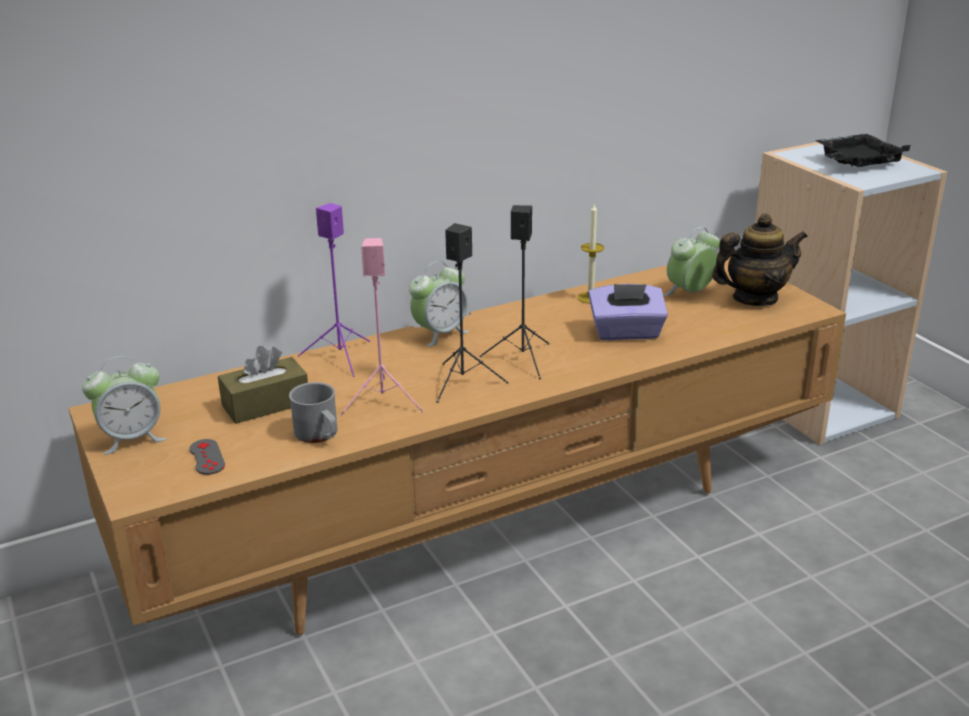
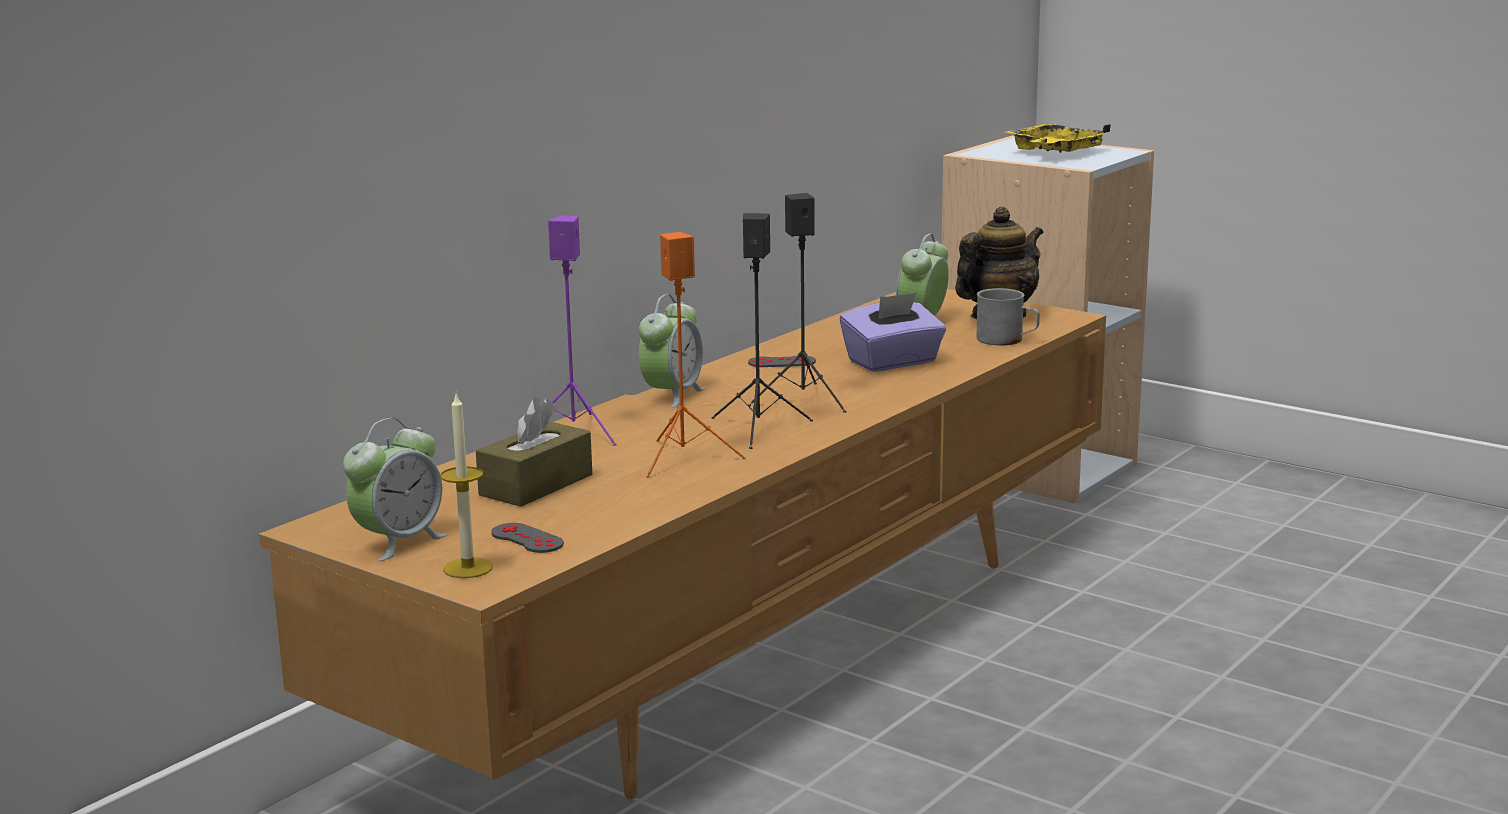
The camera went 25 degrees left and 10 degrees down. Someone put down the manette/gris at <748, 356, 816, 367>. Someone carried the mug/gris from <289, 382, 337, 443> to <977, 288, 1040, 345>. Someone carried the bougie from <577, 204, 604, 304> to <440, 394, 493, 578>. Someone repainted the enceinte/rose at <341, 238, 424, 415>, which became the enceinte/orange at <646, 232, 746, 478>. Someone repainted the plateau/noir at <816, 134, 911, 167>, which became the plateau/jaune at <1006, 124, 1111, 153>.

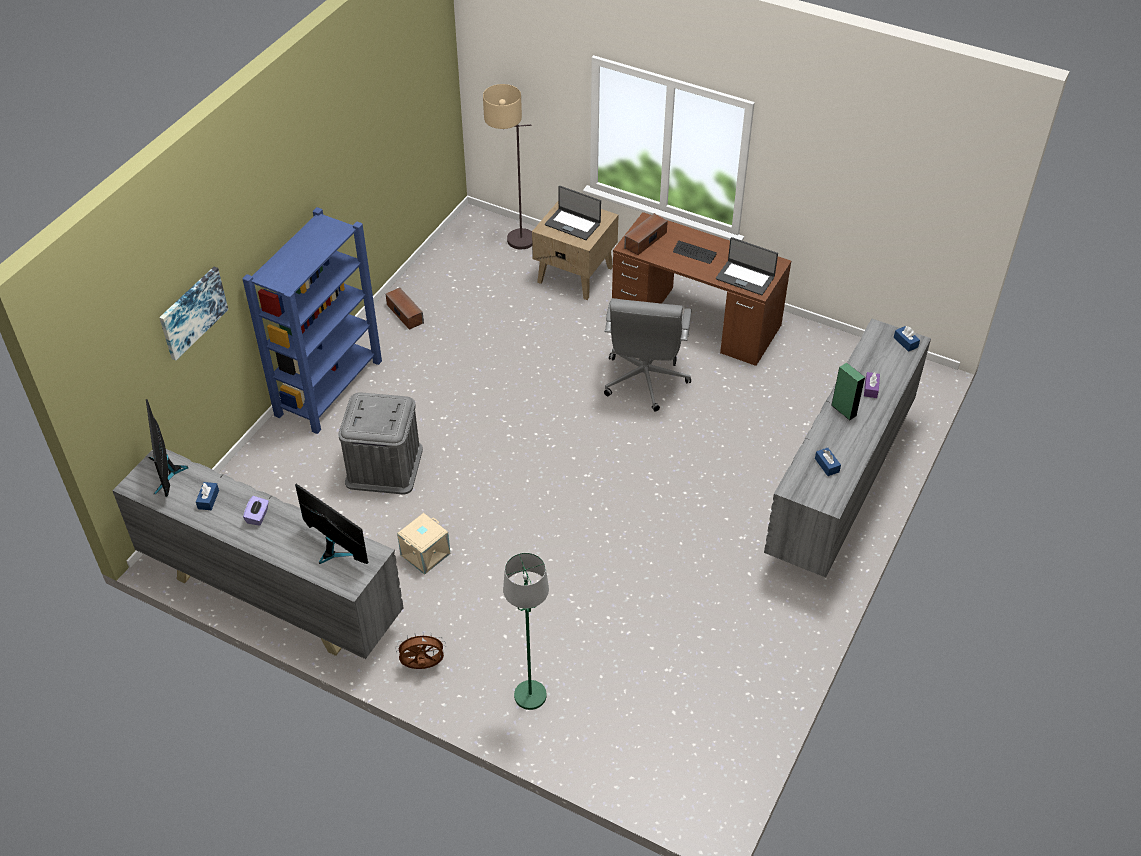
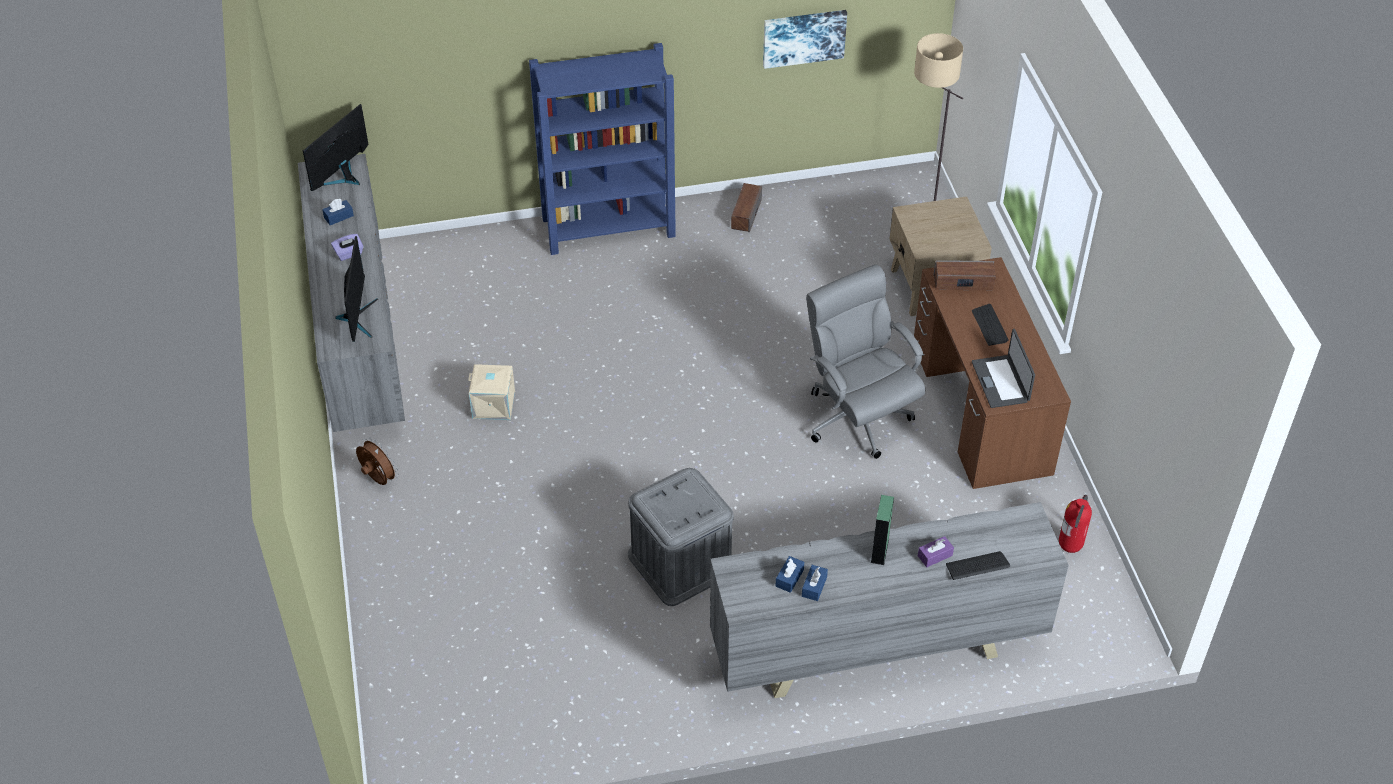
The camera went 50 degrees right and 0 degrees up. Someone took away the lampadaire/vert at <503, 553, 549, 710>. Someone took away the ordinateur portable at <545, 186, 601, 240>. Someone put down the clavier at <946, 551, 1010, 580>. Someone put down the extincteur at <1059, 495, 1092, 553>. Someone carried the tableau from <159, 267, 228, 361> to <763, 10, 847, 69>. Someone carried the boîte de rangement/gris from <338, 392, 423, 494> to <628, 468, 734, 606>. Someone carried the boîte à mouchoirs/bleu from <894, 326, 920, 352> to <802, 565, 828, 601>. Someone rotated the chaise de bureau/gris at <604, 298, 692, 412> by 90 degrees clockwise.

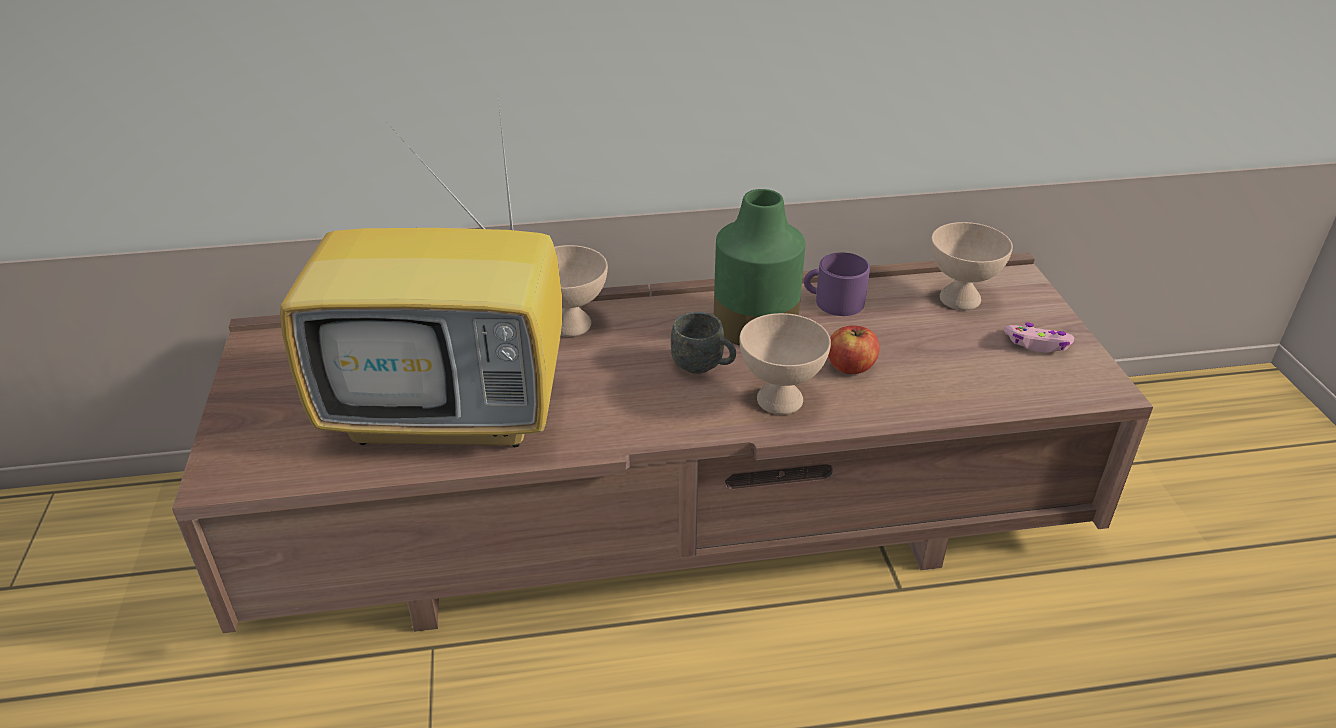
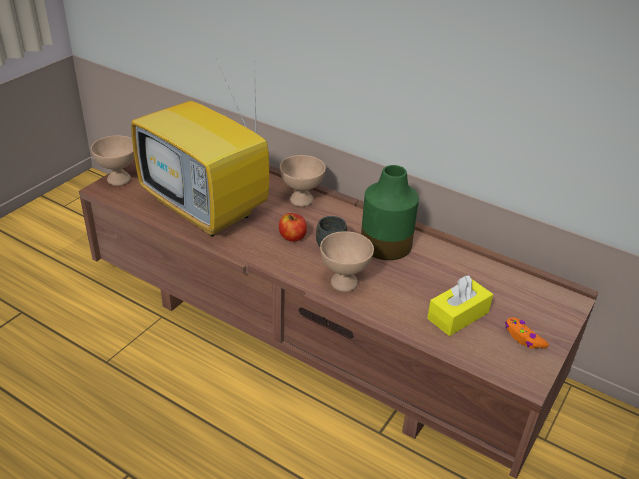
The camera went 40 degrees right and 0 degrees up. Someone took away the mug/violet at <804, 252, 870, 316>. Someone put down the boîte à mouchoirs/jaune at <427, 275, 493, 336>. Someone carried the pomme from <828, 325, 879, 374> to <279, 213, 307, 242>. Someone carried the bol/beige from <931, 222, 1013, 310> to <91, 136, 135, 186>. Someone repainted the manette/rose at <1004, 322, 1074, 352>, which became the manette/orange at <505, 317, 549, 349>.

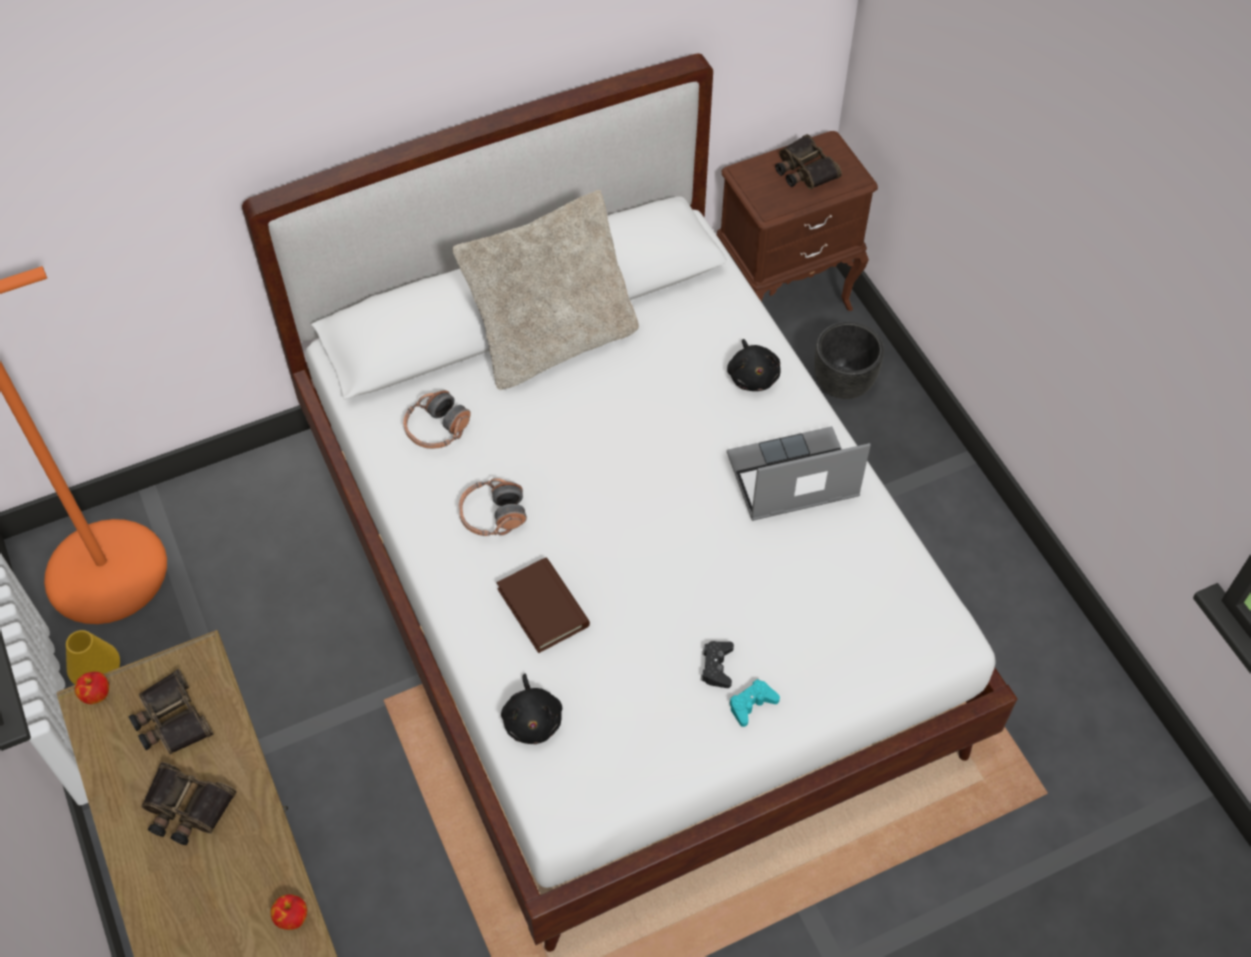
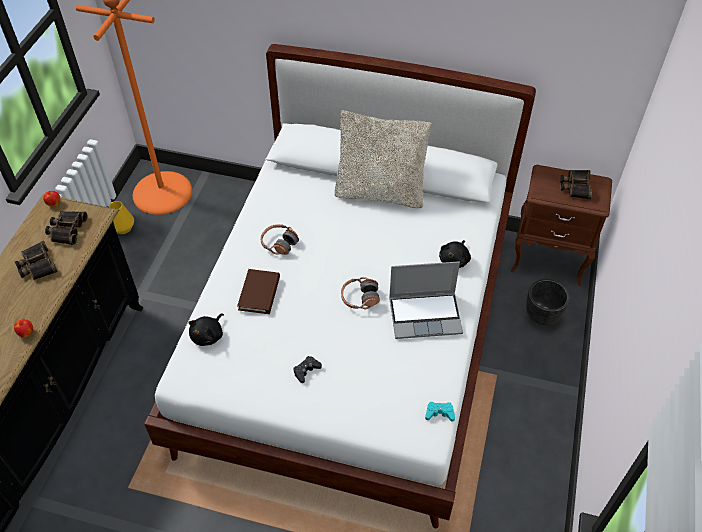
The camera went 40 degrees right and 5 degrees down. Someone carried the casque audio from <403, 390, 471, 449> to <341, 277, 380, 309>. Someone carried the manette/turquoise from <729, 679, 780, 727> to <425, 402, 455, 421>. Someone rotated the ordinateur portable at <727, 426, 871, 521> by 150 degrees clockwise.

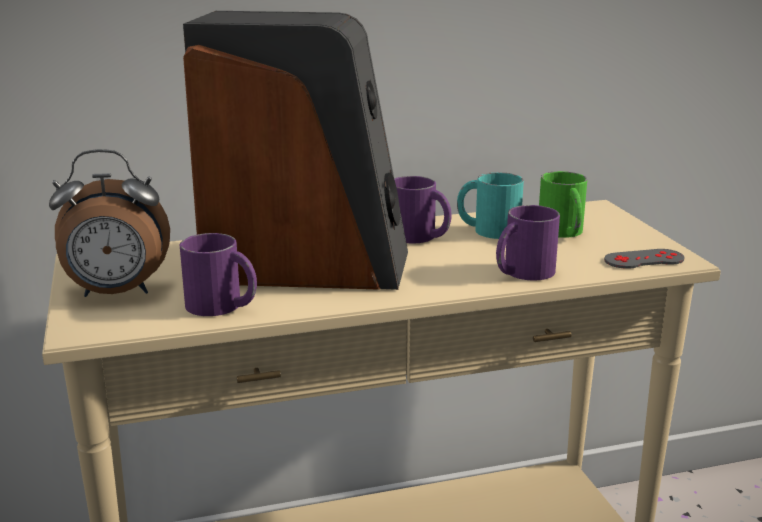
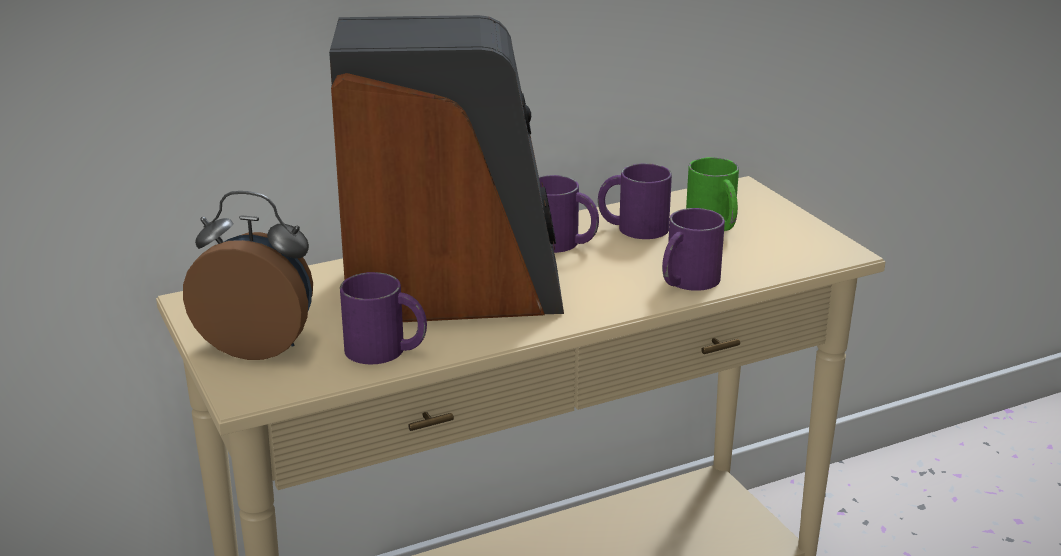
The camera went 10 degrees left and 5 degrees up. Someone took away the manette/gris at <604, 249, 685, 269>. Someone repainted the mug/turquoise at <457, 172, 524, 239>, which became the mug/violet at <598, 163, 672, 239>. Someone rotated the réveil at <49, 149, 170, 297> by 150 degrees counterclockwise.

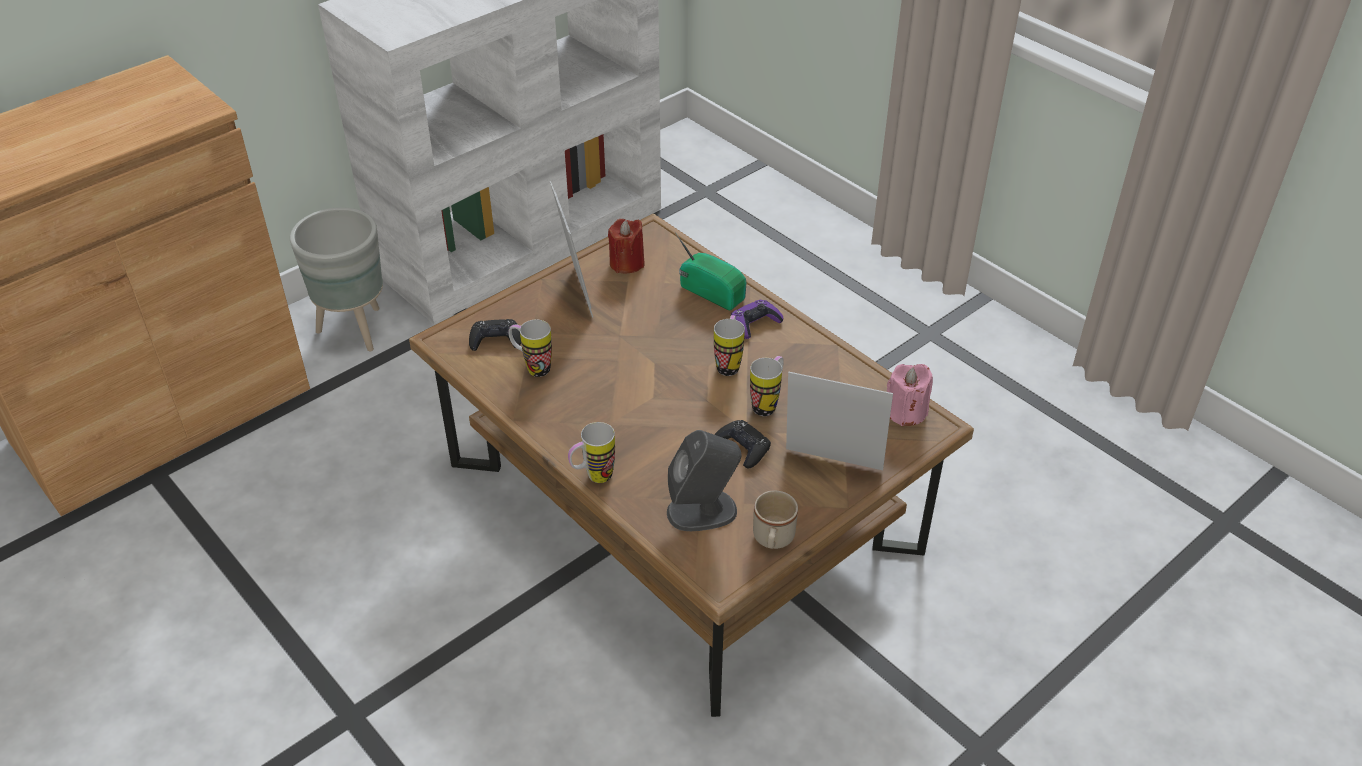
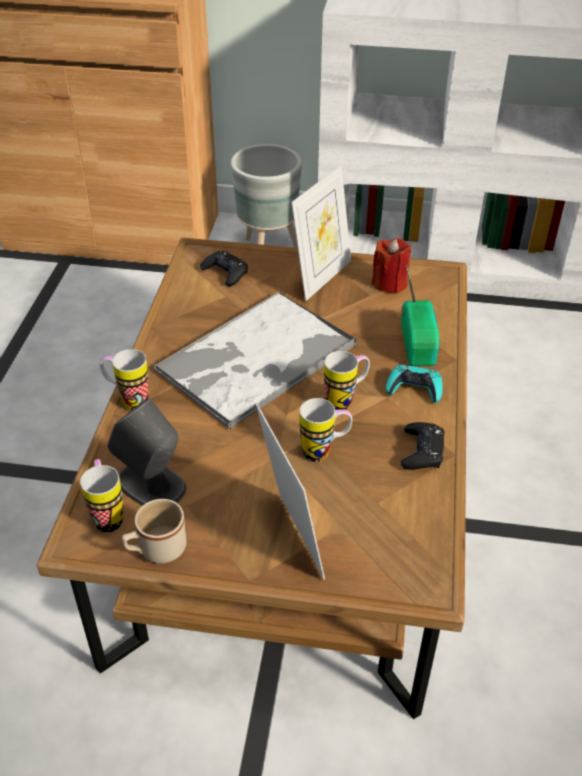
The camera went 50 degrees right and 0 degrees up. Someone took away the bougie/rose at <887, 364, 933, 426>. Someone put down the plateau at <154, 291, 357, 430>. Someone carried the mug from <508, 319, 552, 377> to <80, 459, 123, 533>. Someone carried the manette/noir from <714, 420, 771, 468> to <401, 422, 445, 470>. Someone repainted the manette/violet at <731, 300, 783, 339>, which became the manette/turquoise at <386, 365, 443, 403>.

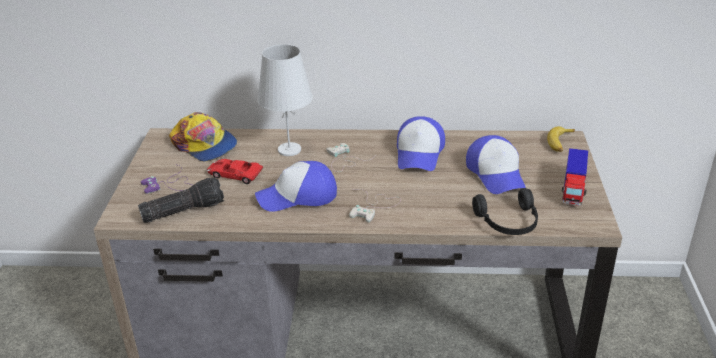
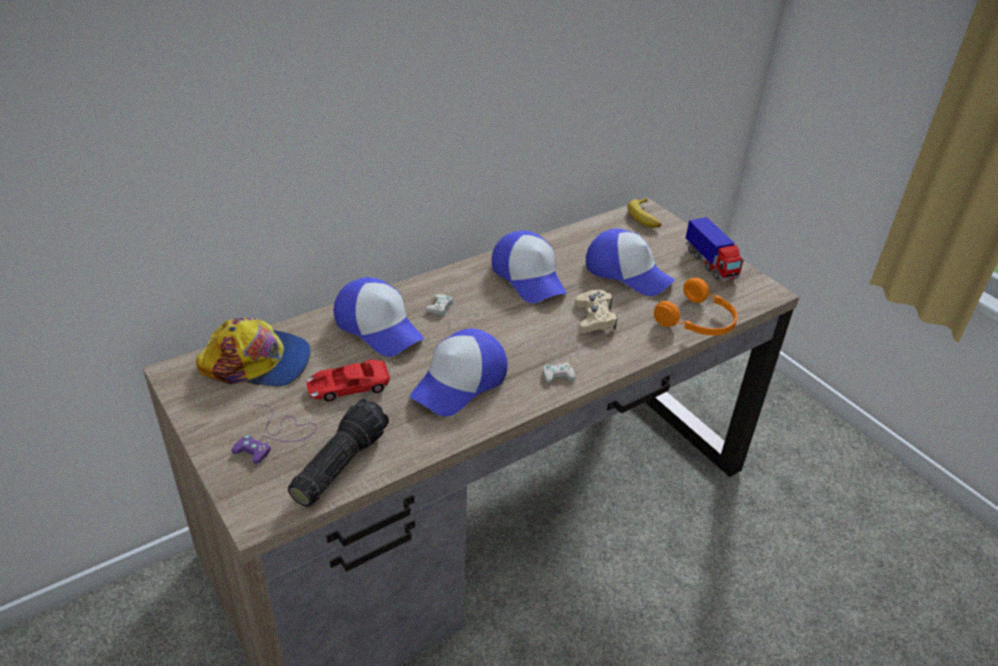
The camera went 40 degrees left and 5 degrees up. Someone put down the manette/beige at <575, 290, 617, 333>. Someone swapped the lampe de table/blanc at <257, 44, 313, 156> for the casquette at <334, 277, 424, 357>. Someone repainted the casque audio/noir at <472, 188, 538, 235>, which became the casque audio/orange at <654, 278, 738, 335>.

